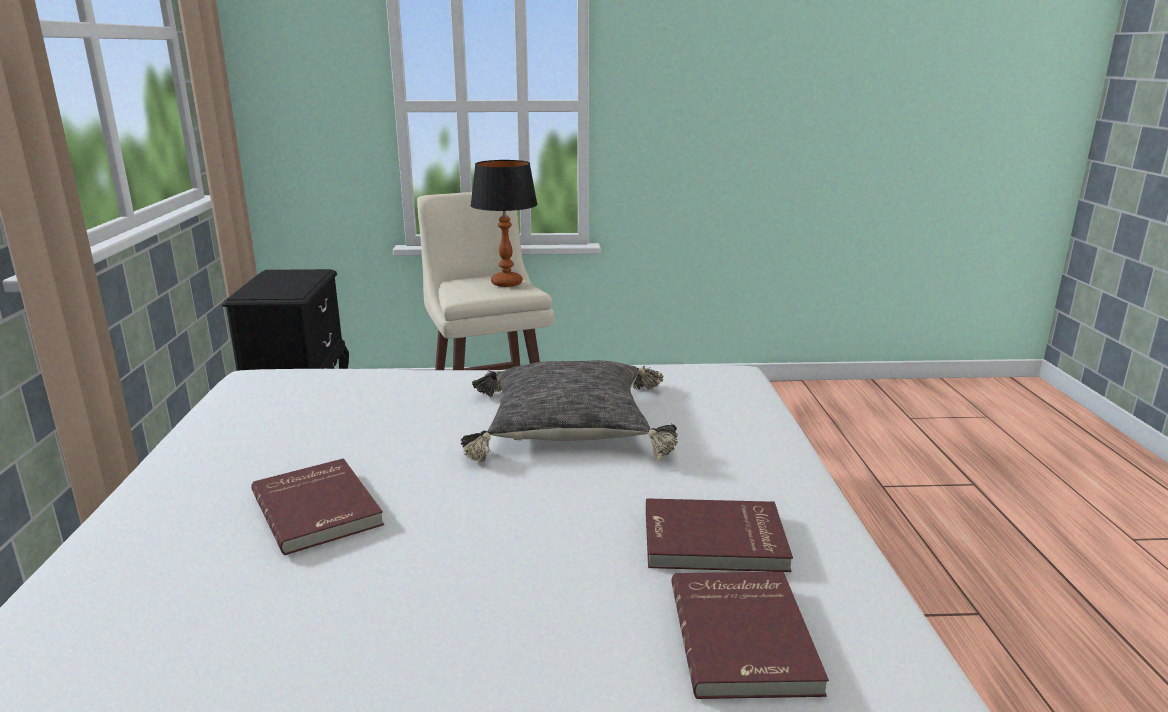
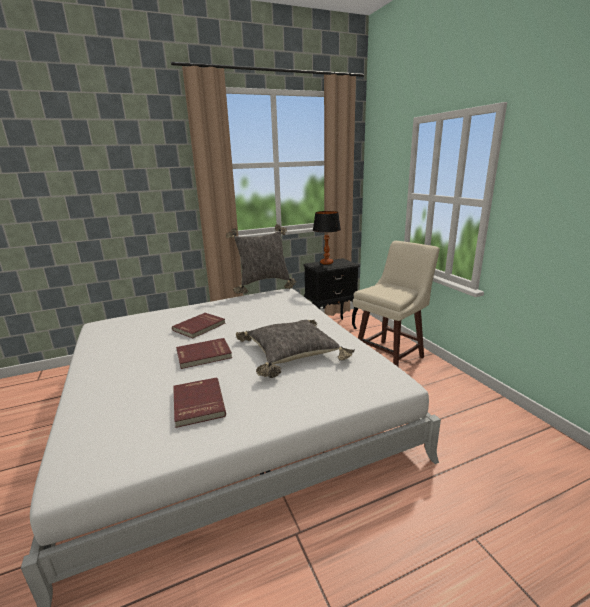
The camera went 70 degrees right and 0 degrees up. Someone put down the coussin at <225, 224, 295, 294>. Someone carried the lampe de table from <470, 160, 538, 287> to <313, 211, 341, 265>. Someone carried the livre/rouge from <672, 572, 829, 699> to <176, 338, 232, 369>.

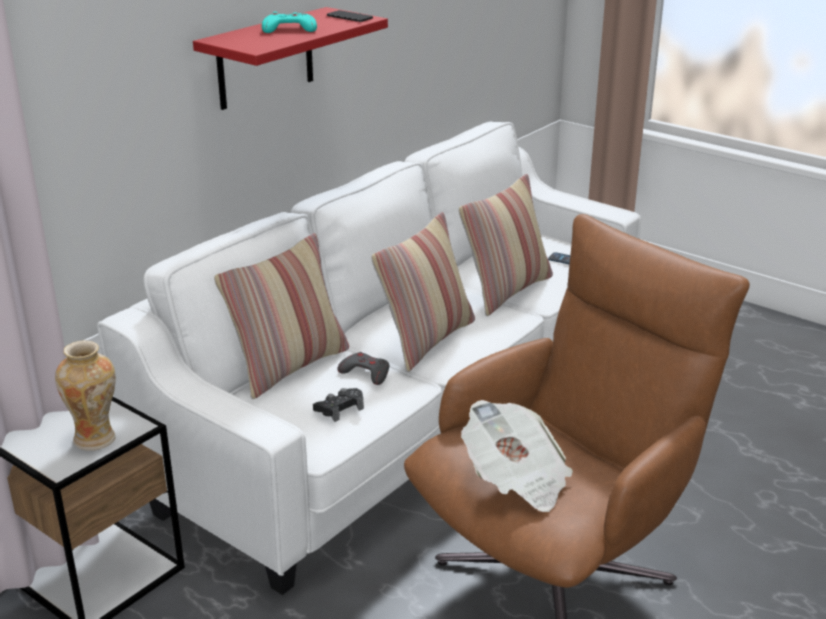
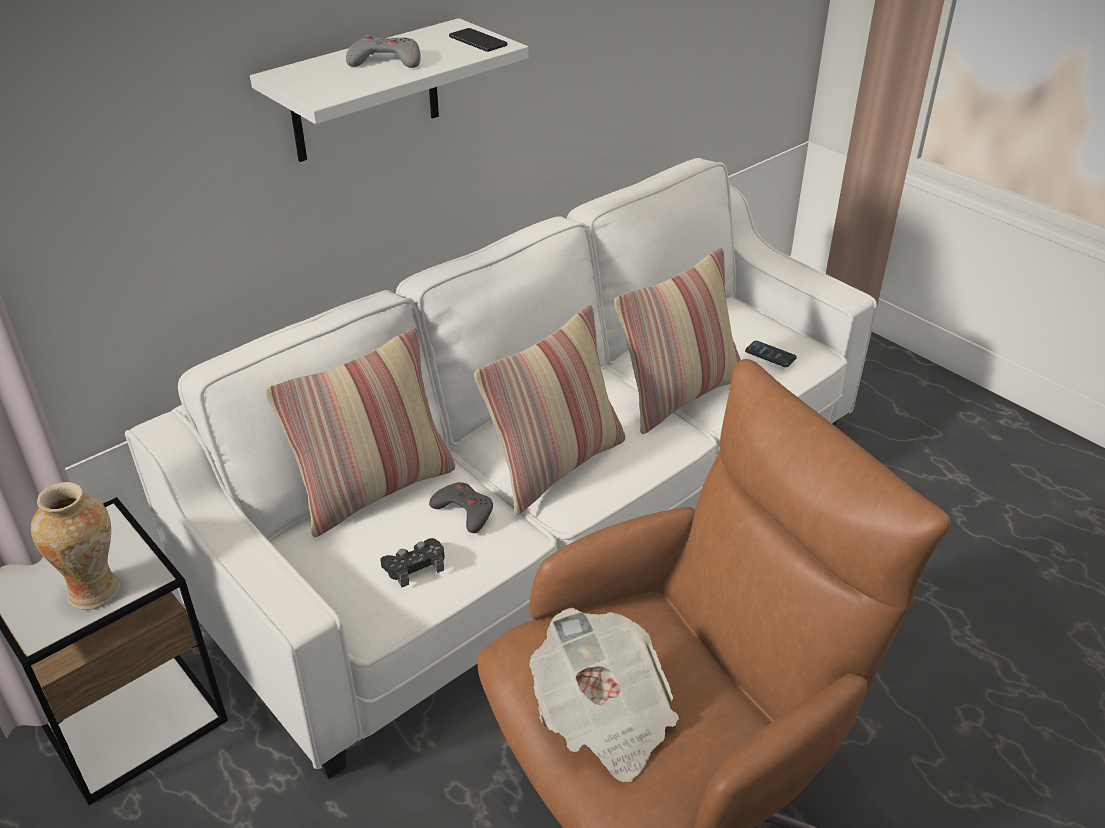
The camera went 10 degrees right and 10 degrees up. Someone repainted the étagère/rouge at <193, 7, 388, 110>, which became the étagère/blanc at <250, 18, 528, 162>. Someone repainted the manette/turquoise at <262, 12, 317, 33>, which became the manette/gris at <346, 34, 421, 68>.

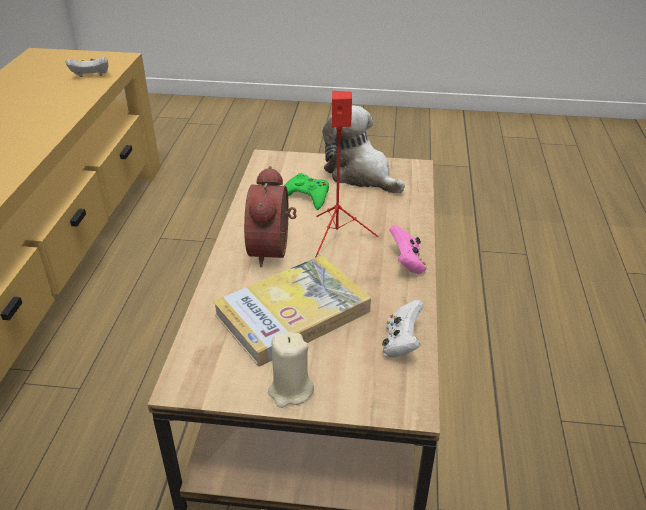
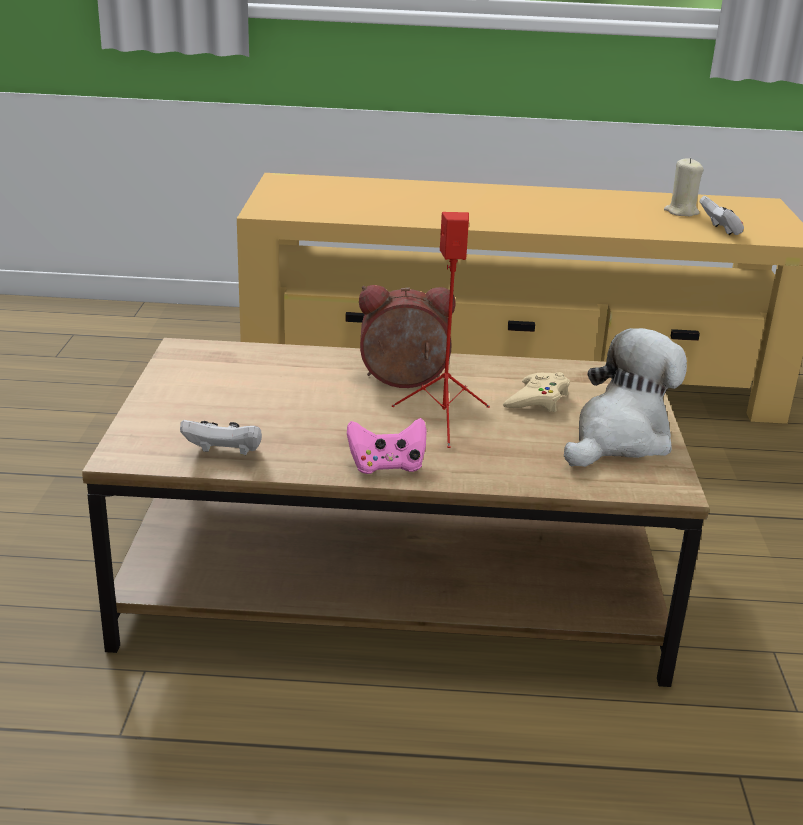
The camera went 85 degrees right and 10 degrees down. Someone took away the livre at <213, 255, 371, 367>. Someone carried the bougie/beige from <268, 332, 314, 408> to <664, 158, 704, 217>. Someone repainted the manette/vert at <284, 173, 329, 210>, which became the manette/beige at <503, 372, 570, 412>.

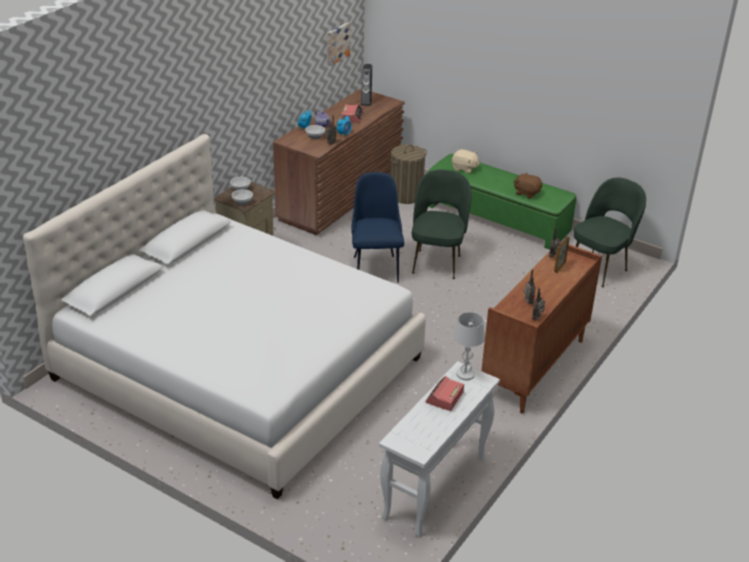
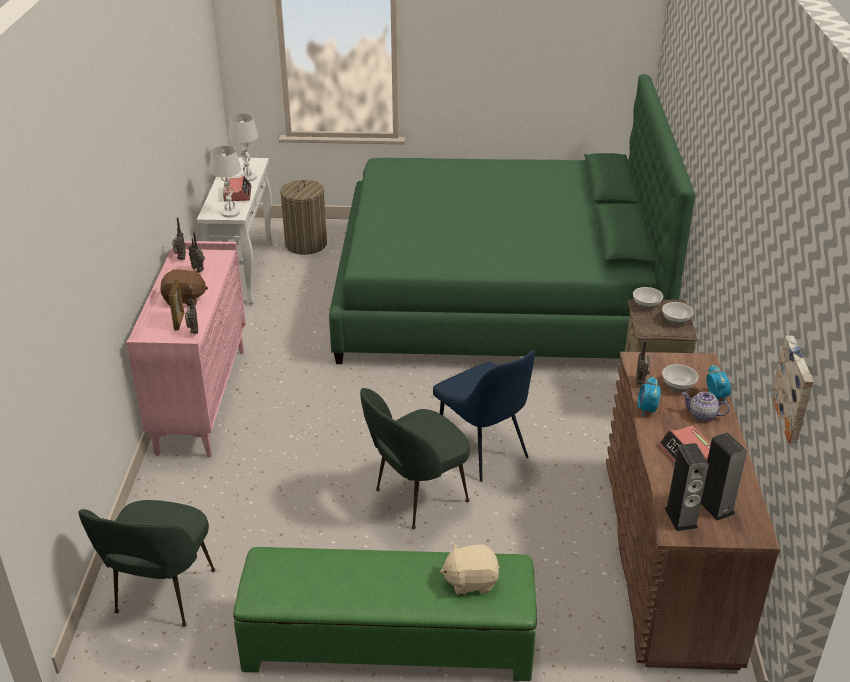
The camera went 150 degrees right and 0 degrees up. Someone put down the lampe de table/blanc at <229, 114, 258, 182>. Someone put down the enceinte at <665, 443, 709, 531>. Someone carried the panier à linge from <390, 145, 427, 204> to <280, 180, 327, 255>. Someone carried the peluche/marron from <514, 172, 542, 199> to <160, 268, 208, 306>. Someone repainted the lit/blanc at <23, 134, 426, 499>, which became the lit/vert at <329, 74, 695, 364>. Someone repainted the meuble de rangement/marron at <481, 241, 602, 414>, which became the meuble de rangement/rose at <126, 241, 246, 457>. Someone rotated the chaise/vert at <412, 169, 472, 279> by 75 degrees clockwise.

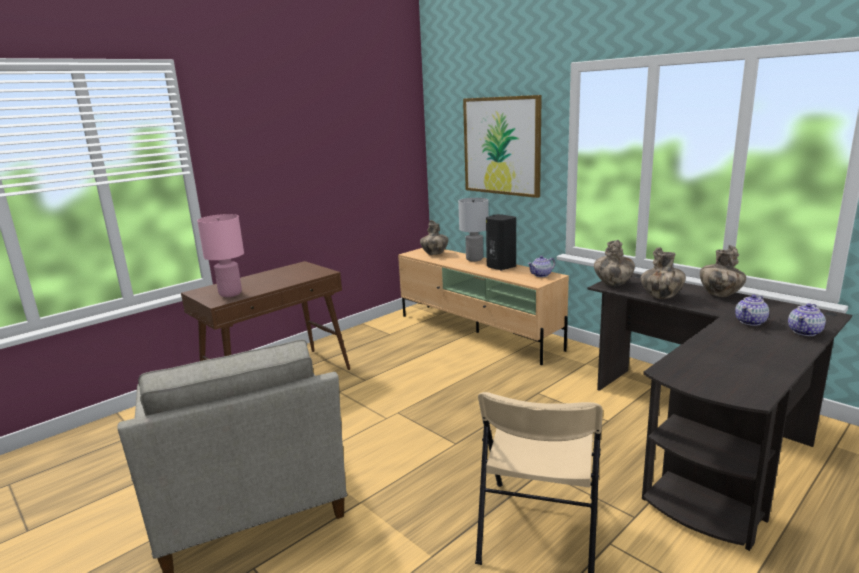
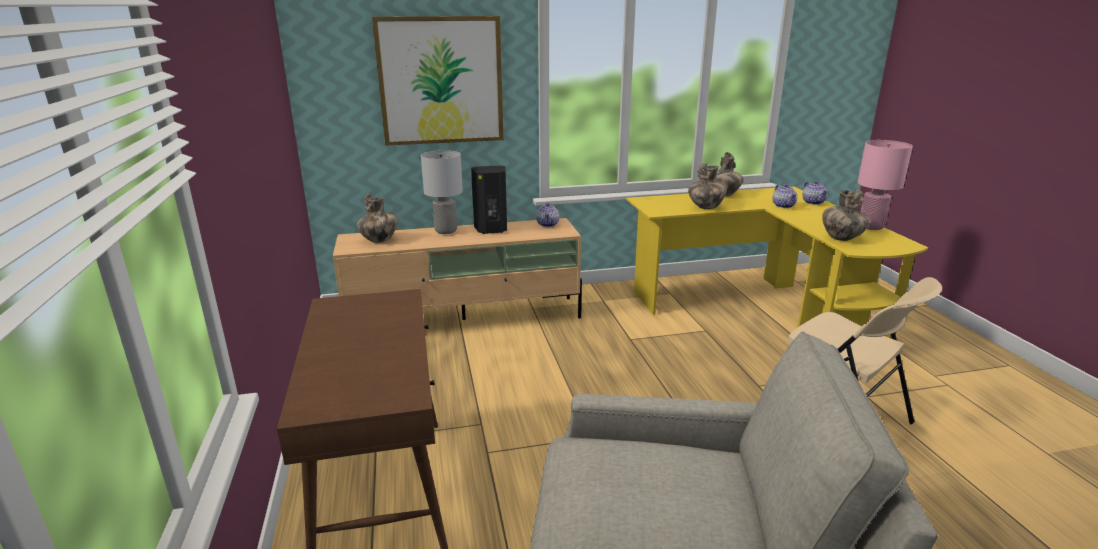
The camera went 60 degrees left and 5 degrees up. Someone carried the lampe de table/rose from <197, 214, 244, 297> to <858, 140, 913, 230>. Someone carried the vase from <594, 240, 635, 286> to <822, 188, 870, 241>. Someone repainted the bureau/noir at <588, 273, 852, 551>, which became the bureau/jaune at <626, 187, 928, 339>.

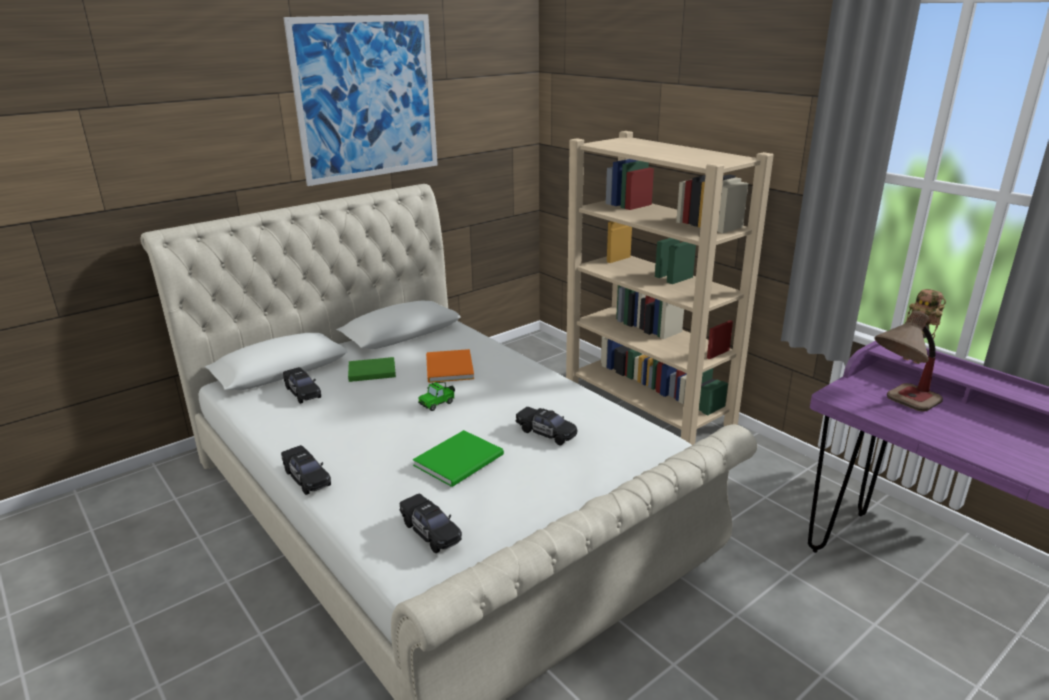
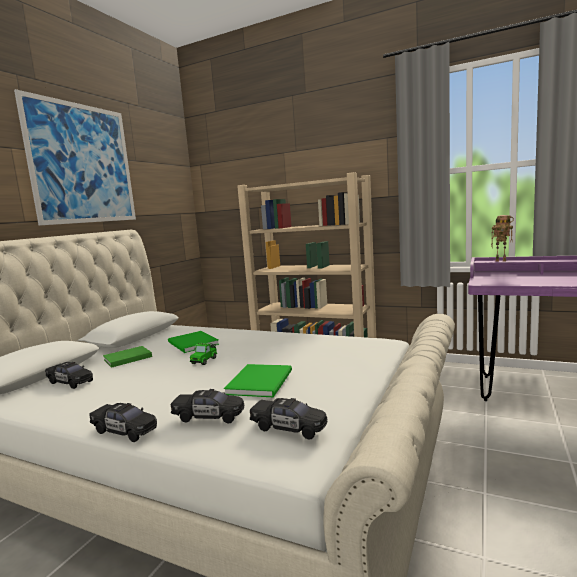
The camera went 25 degrees left and 15 degrees down. Someone took away the lampe de table at <874, 310, 943, 412>. Someone carried the petite voiture/noir from <515, 407, 577, 445> to <171, 389, 244, 423>. Someone repainted the livre/orange at <426, 349, 474, 383>, which became the livre/vert at <168, 331, 219, 353>.

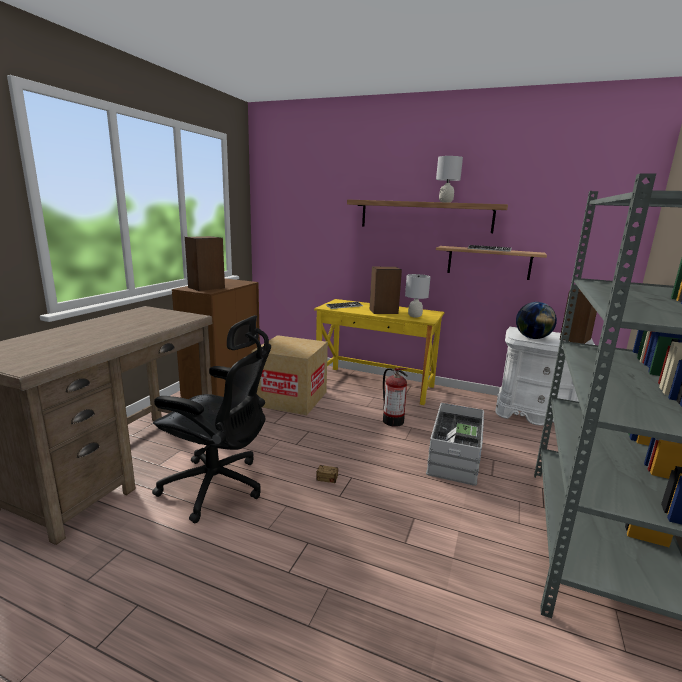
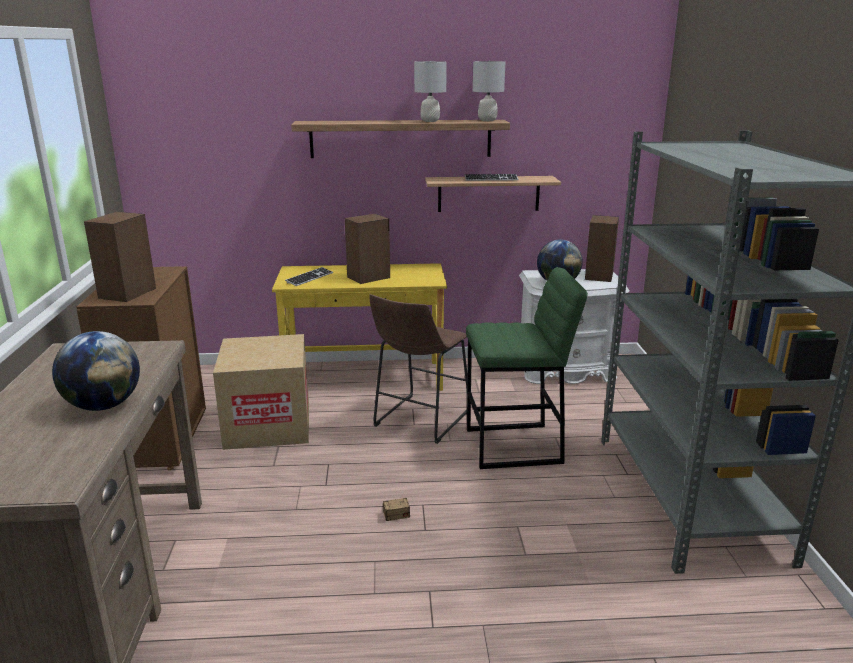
The camera went 25 degrees left and 5 degrees up. Someone took away the chaise de bureau at <152, 315, 271, 523>. Someone put down the globe at <52, 331, 140, 411>. Someone carried the lampe de table/gris from <405, 274, 431, 317> to <473, 61, 505, 121>. Someone swapped the extincteur at <383, 368, 408, 427> for the tabouret/marron at <369, 294, 468, 444>. Someone swapped the boîte de rangement/gris at <426, 403, 484, 486> for the tabouret/vert at <466, 267, 588, 469>.

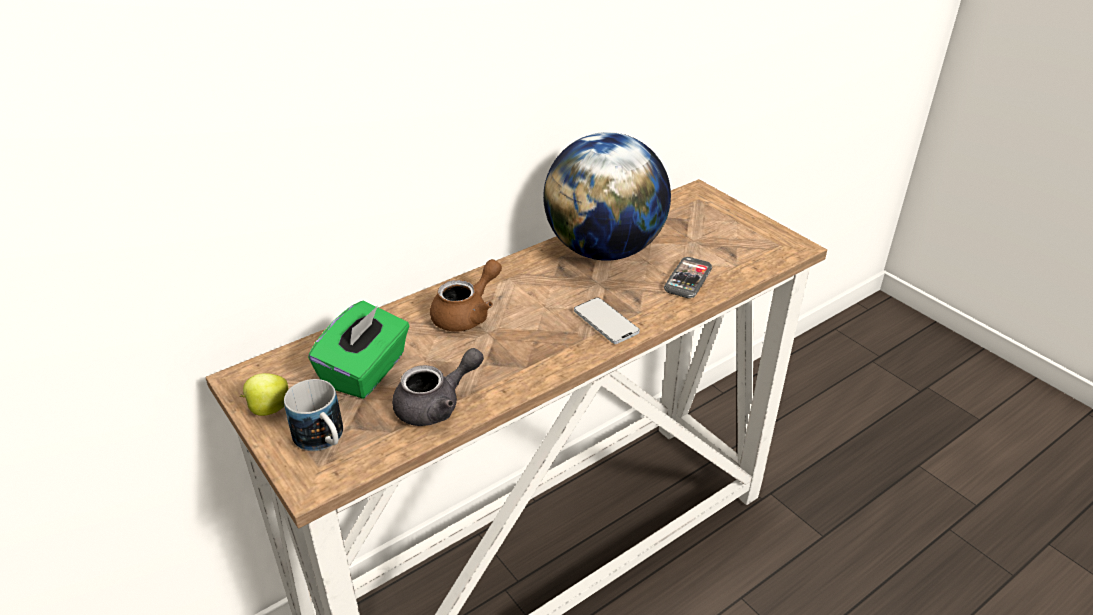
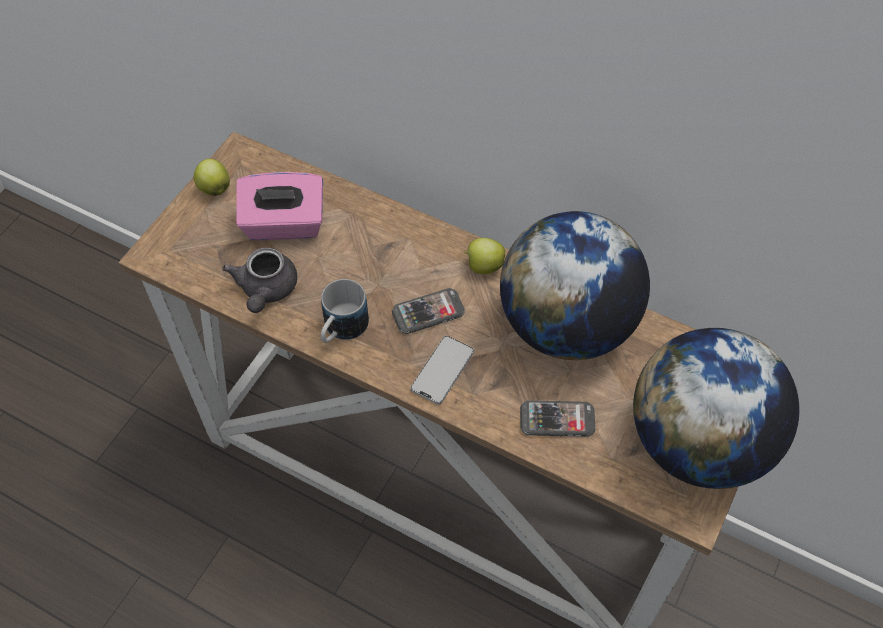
The camera went 65 degrees right and 20 degrees up. Someone took away the théière/marron at <430, 259, 502, 332>. Someone put down the téléphone at <392, 288, 465, 334>. Someone put down the pomme at <463, 238, 505, 274>. Someone put down the globe at <633, 328, 799, 489>. Someone carried the mug from <284, 379, 343, 451> to <321, 279, 369, 343>. Someone repainted the boîte à mouchoirs/vert at <308, 301, 410, 399>, which became the boîte à mouchoirs/rose at <236, 172, 323, 240>. Someone rotated the théière/gris at <392, 348, 484, 426> by 60 degrees clockwise.

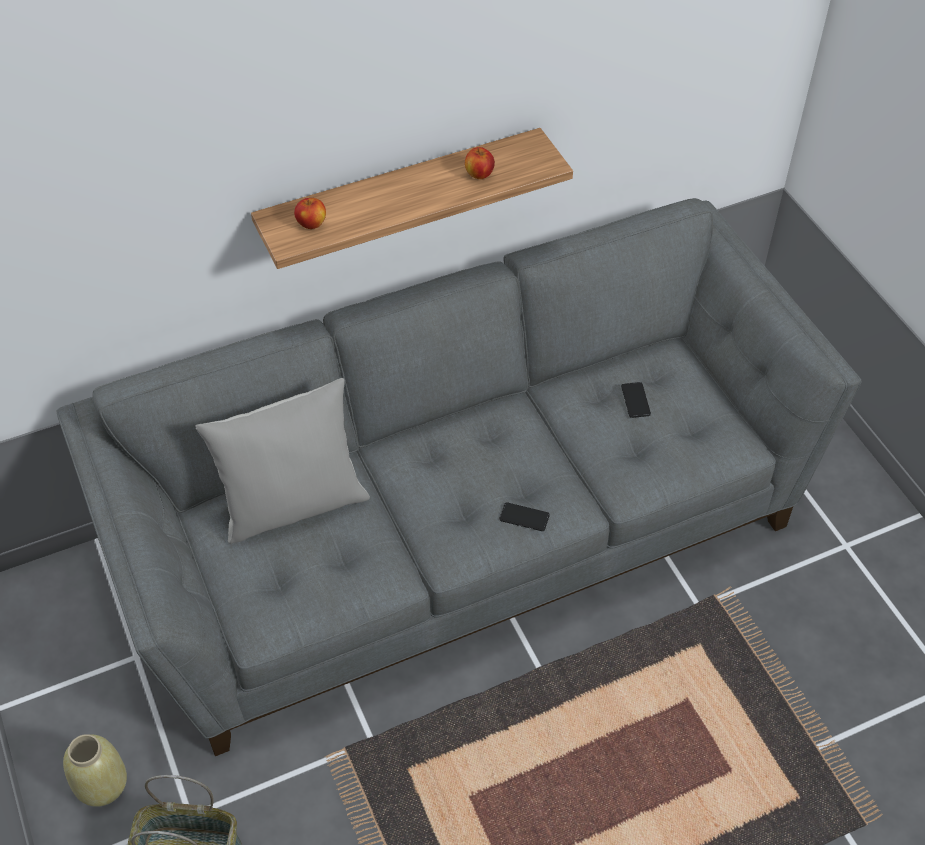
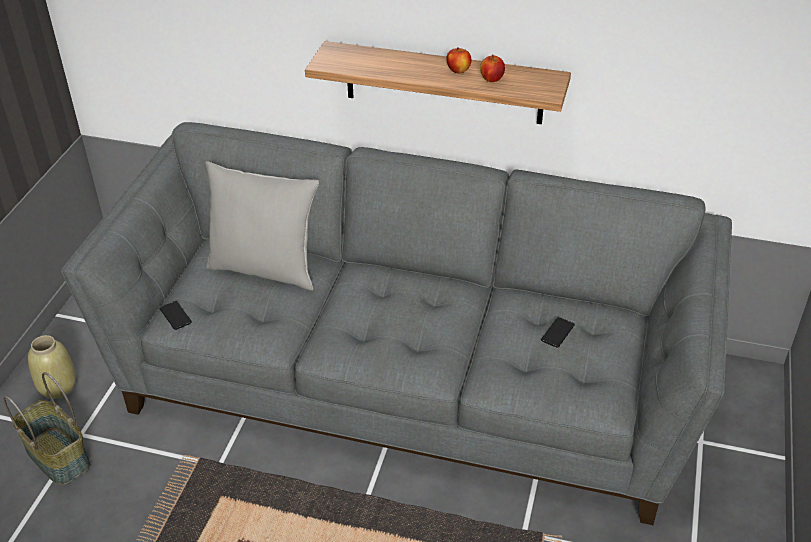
The camera went 40 degrees right and 10 degrees down. Someone carried the pomme from <294, 198, 326, 229> to <446, 47, 471, 74>. Someone carried the téléphone from <499, 502, 550, 531> to <160, 301, 192, 330>.

